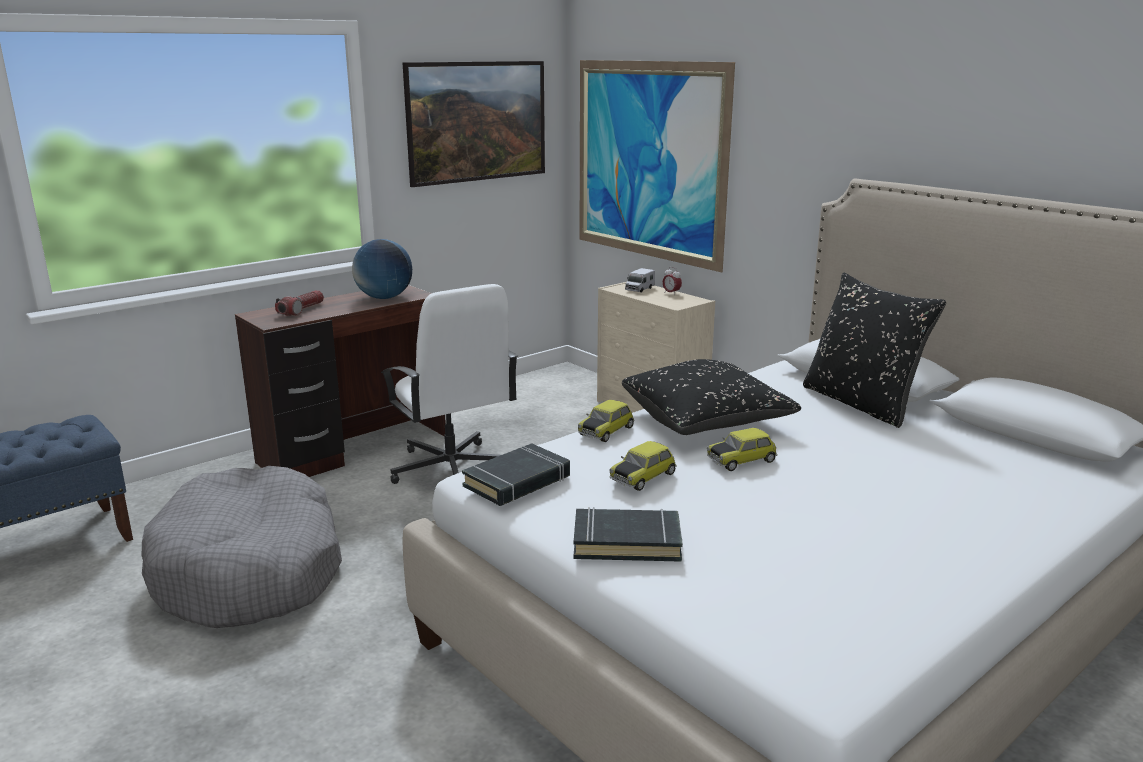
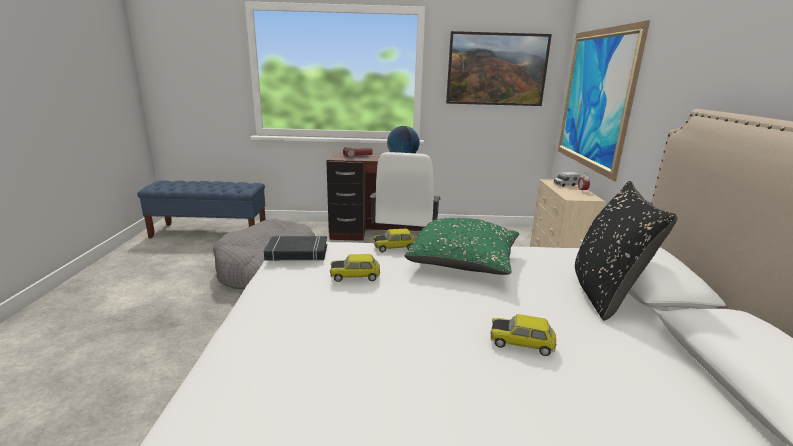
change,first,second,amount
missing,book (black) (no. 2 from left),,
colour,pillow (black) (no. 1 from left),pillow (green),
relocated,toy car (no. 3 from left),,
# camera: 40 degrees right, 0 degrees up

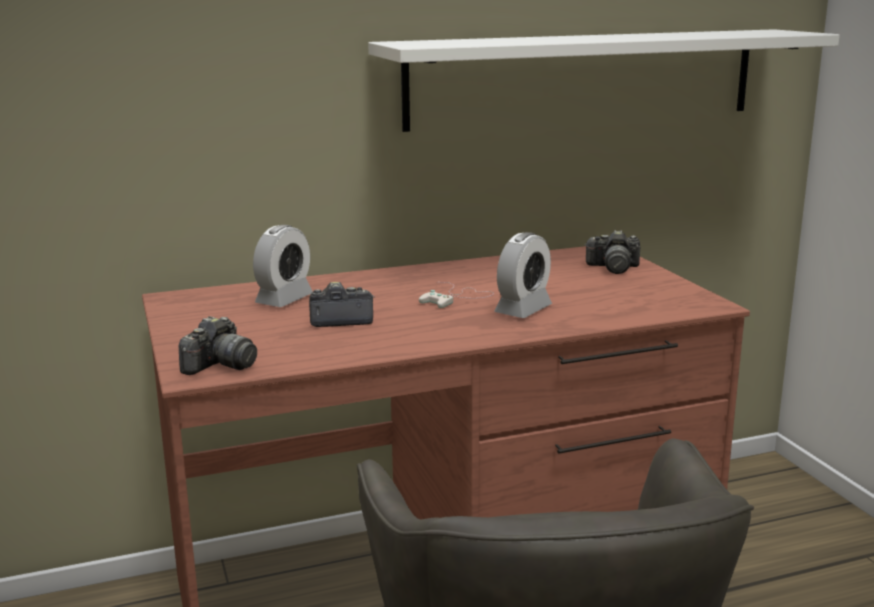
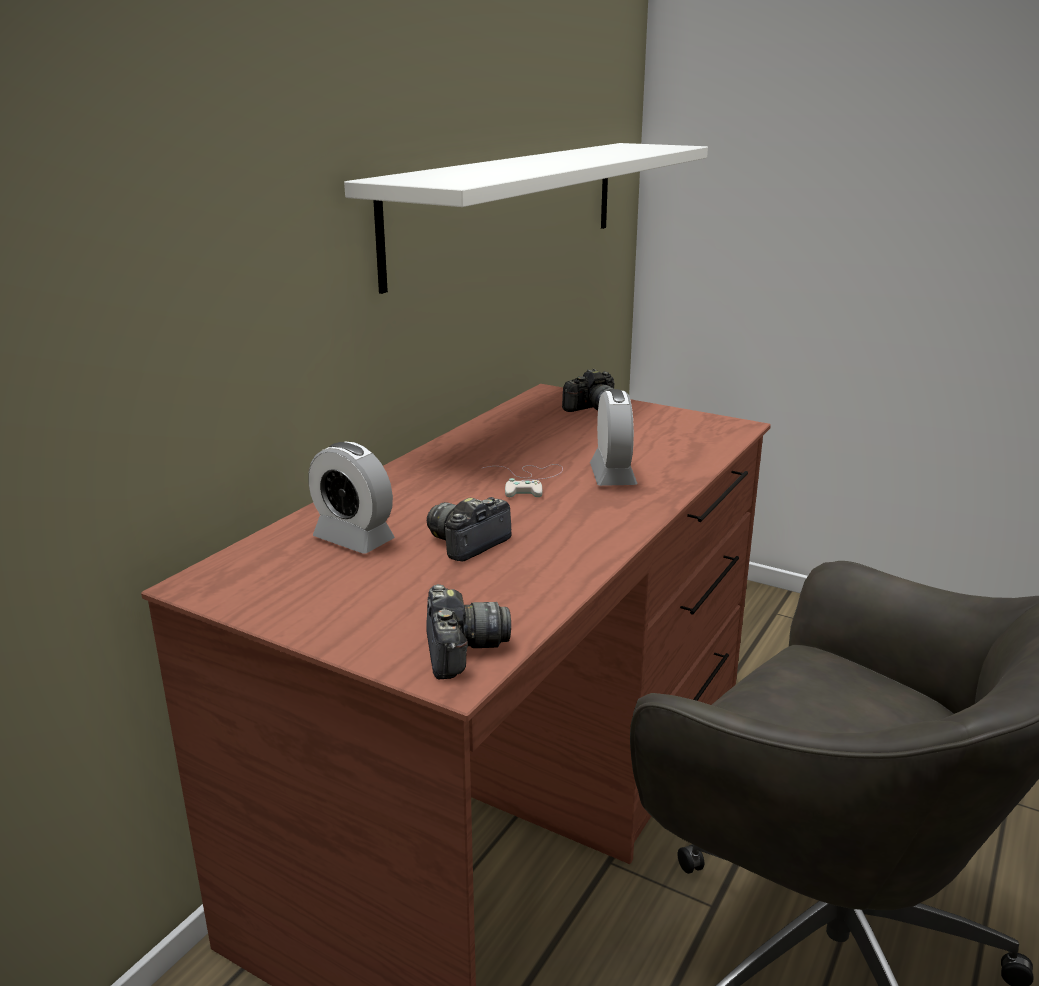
change,first,second,amount
spun,alarm clock (no. 1 from left),,135 degrees clockwise
# camera: 40 degrees left, 5 degrees up

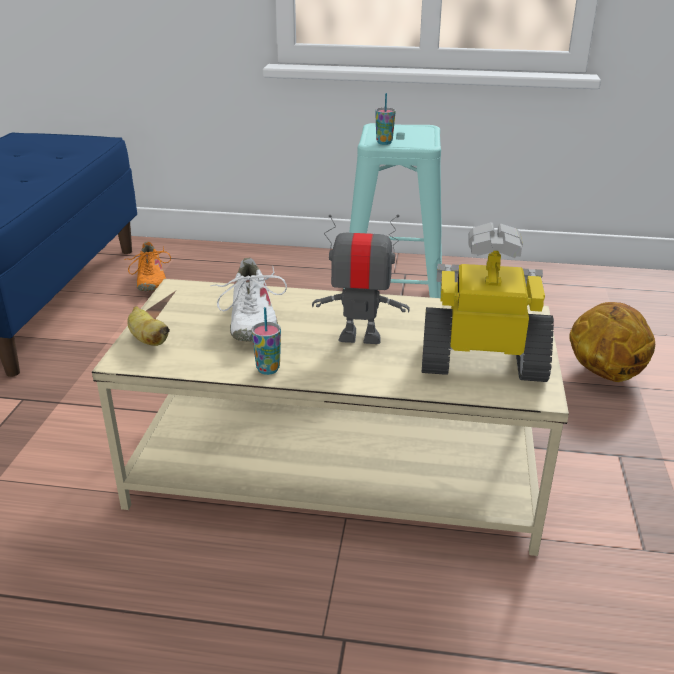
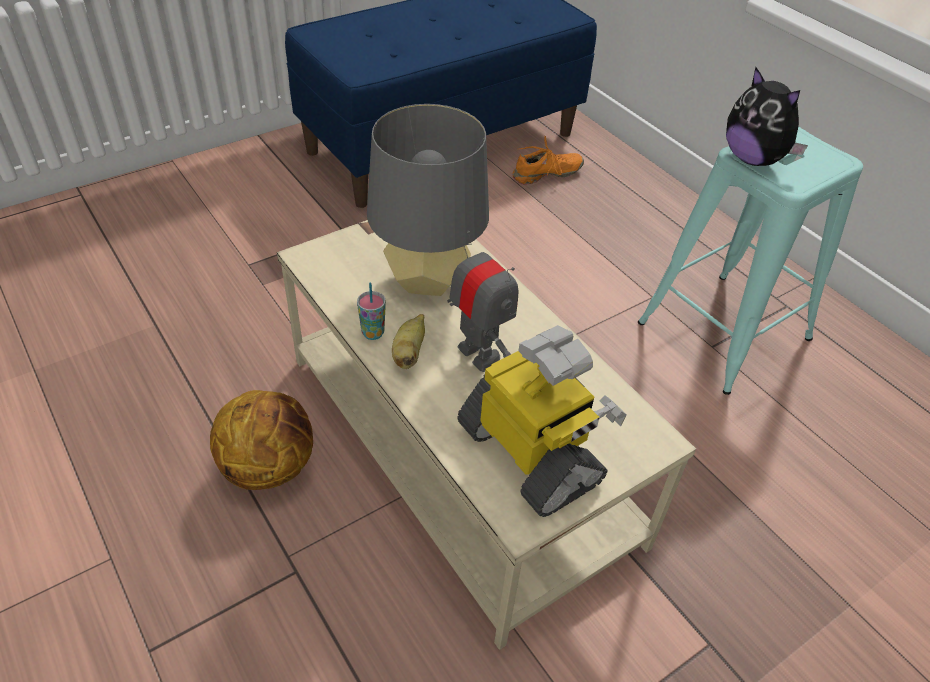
change,first,second,amount
spun,shoe (orange),,150 degrees counterclockwise
relocated,banana,,
exchanged,shoe (white),table lamp (grey),
exchanged,cup (no. 2 from left),plush toy,
relocated,basketball,,
# camera: 45 degrees right, 15 degrees up

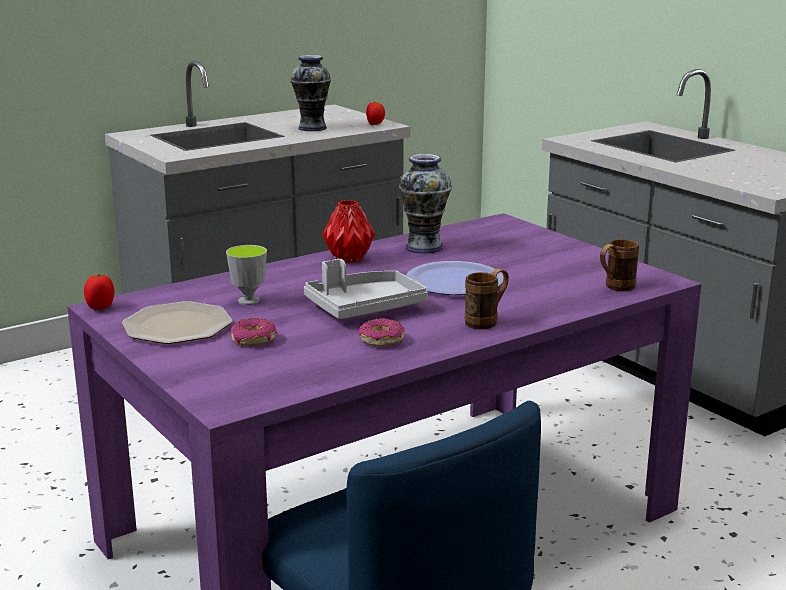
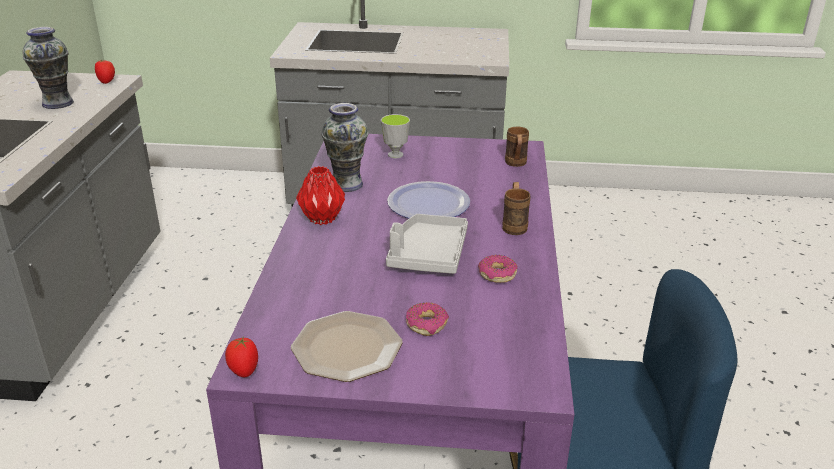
change,first,second,amount
relocated,cup,,
# camera: 50 degrees left, 10 degrees up

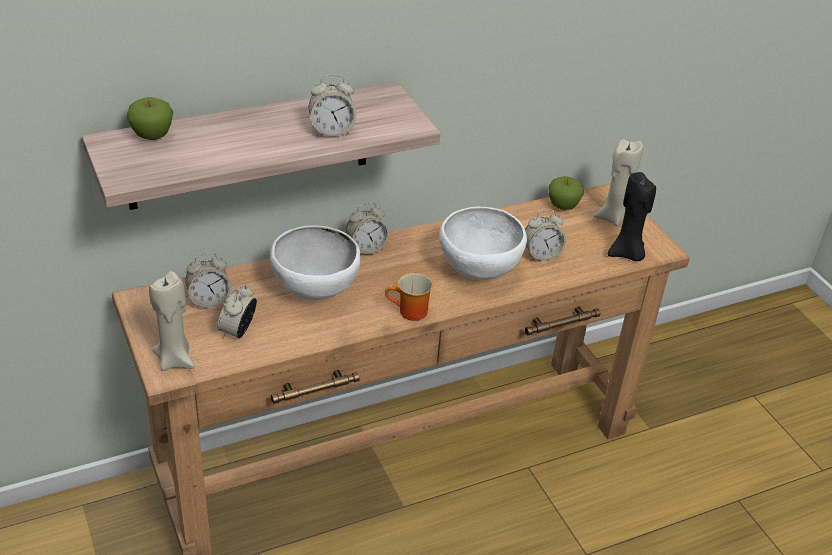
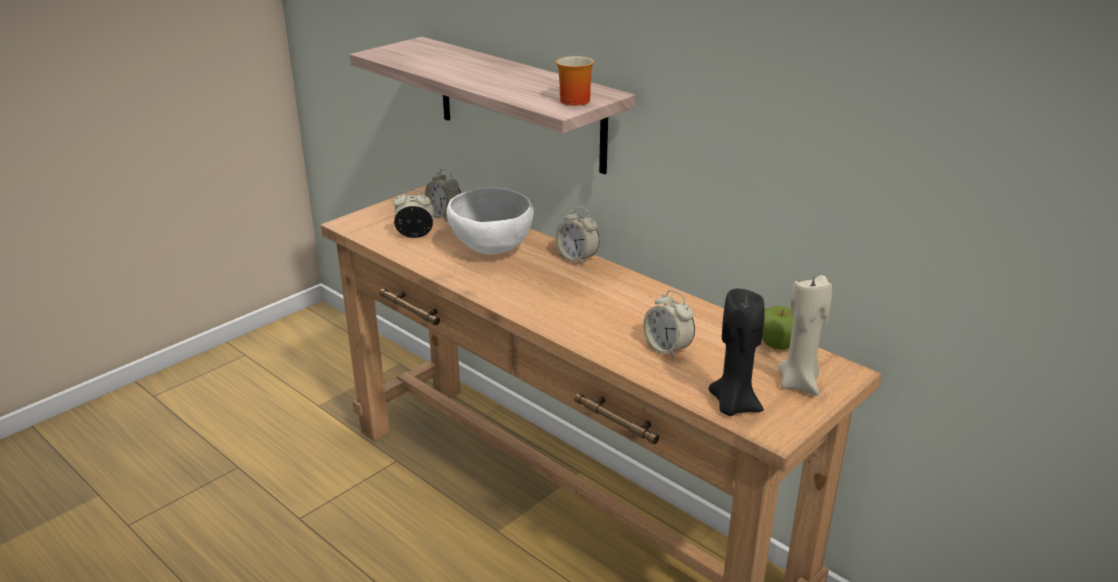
change,first,second,amount
missing,apple (no. 1 from left),,
missing,candle (beige) (no. 1 from left),,
missing,alarm clock (no. 3 from left),,
relocated,mug,,
missing,bowl (white) (no. 2 from left),,
# camera: 70 degrees right, 10 degrees down

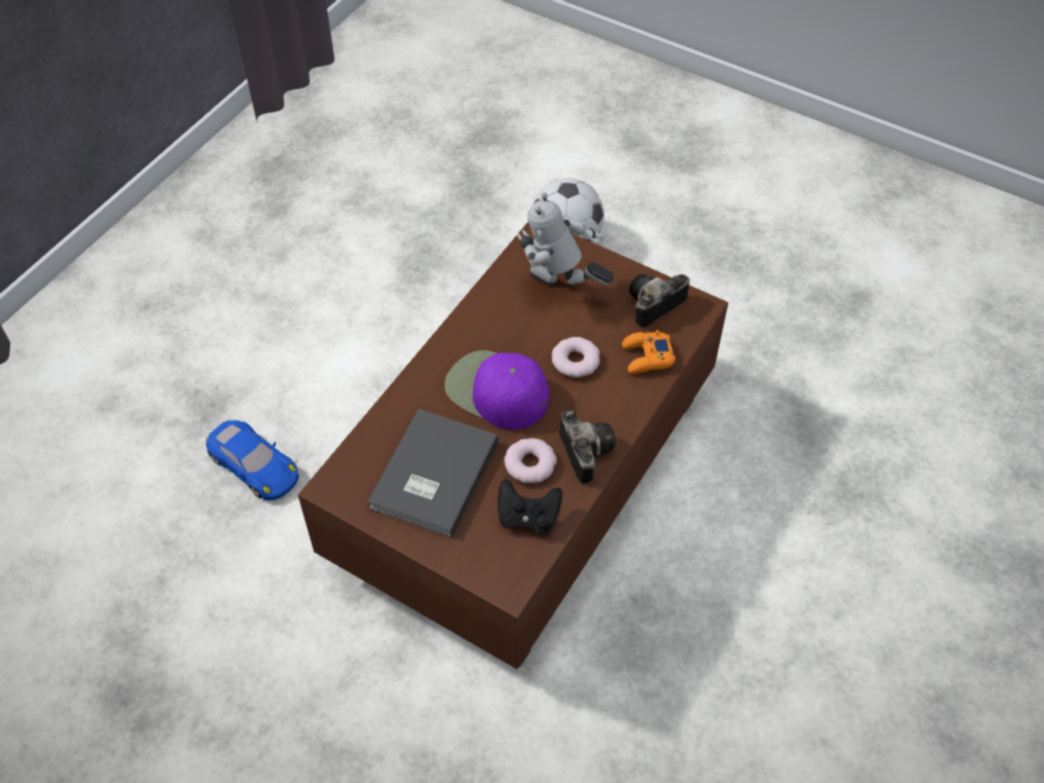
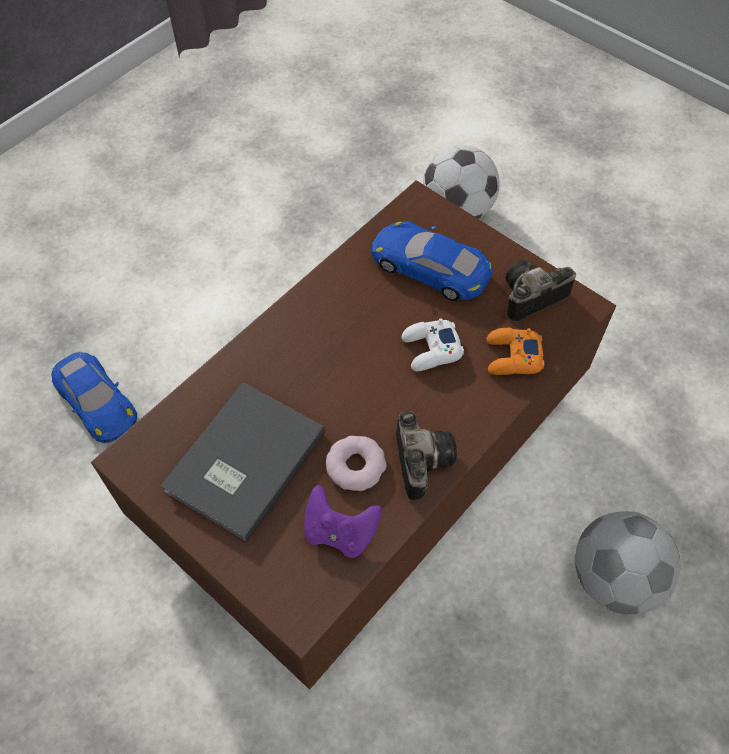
change,first,second,amount
missing,cap (purple),,
colour,game controller (black),game controller (purple),
exchanged,toy robot,toy car (blue) (no. 2 from left),
exchanged,donut (no. 2 from left),game controller (white),
appeared,,football (no. 2 from left),
# camera: 10 degrees right, 5 degrees up

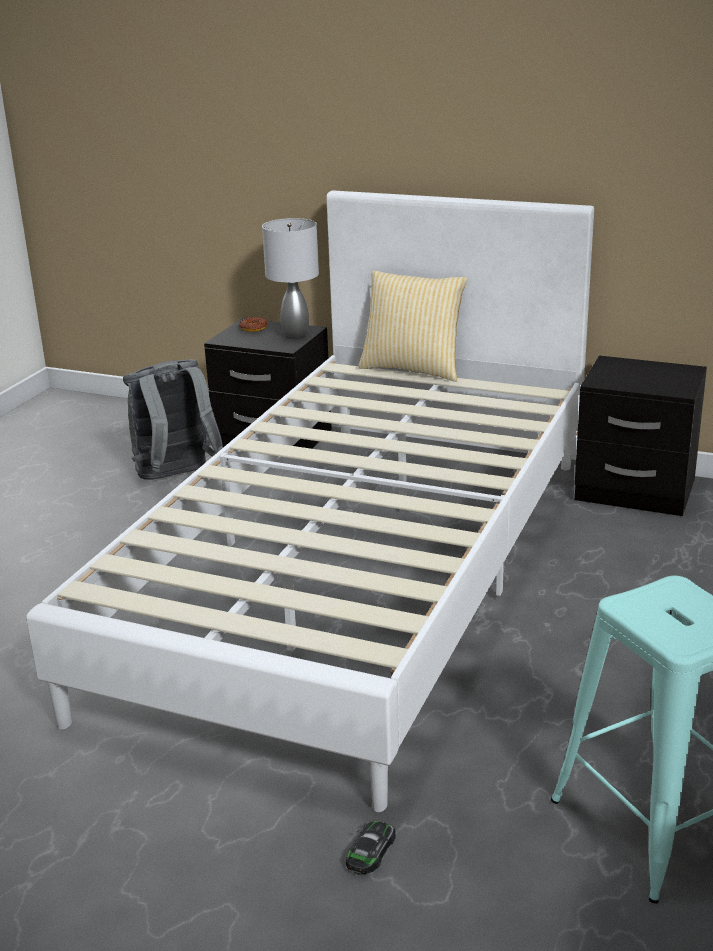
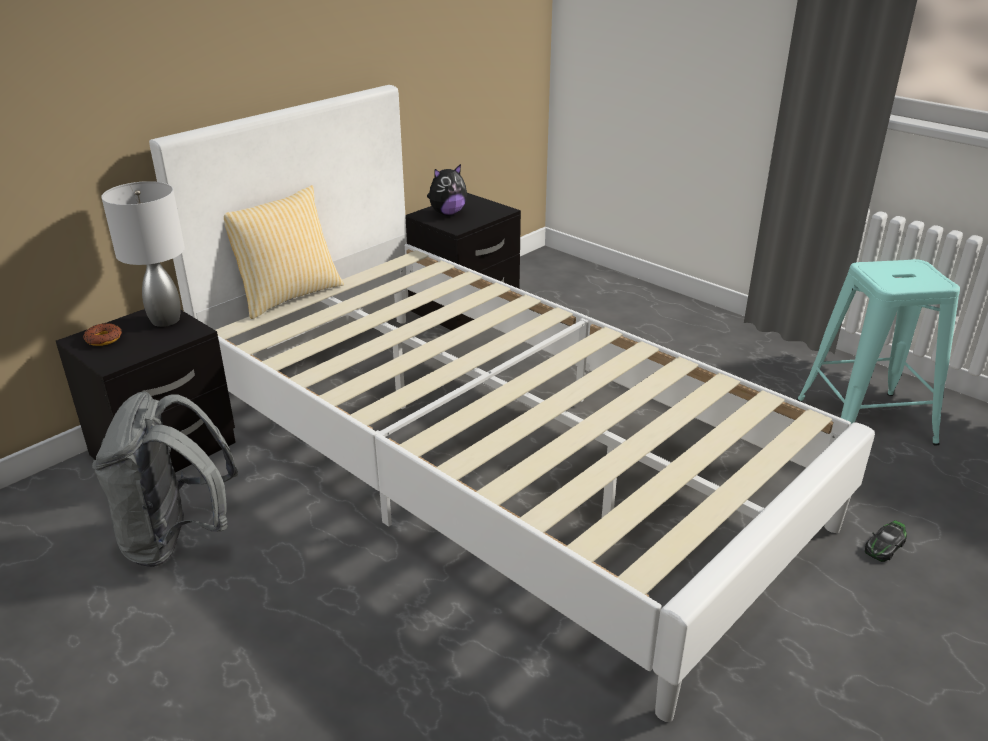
change,first,second,amount
spun,toy car,,90 degrees counterclockwise
appeared,,plush toy,
# camera: 70 degrees left, 5 degrees up

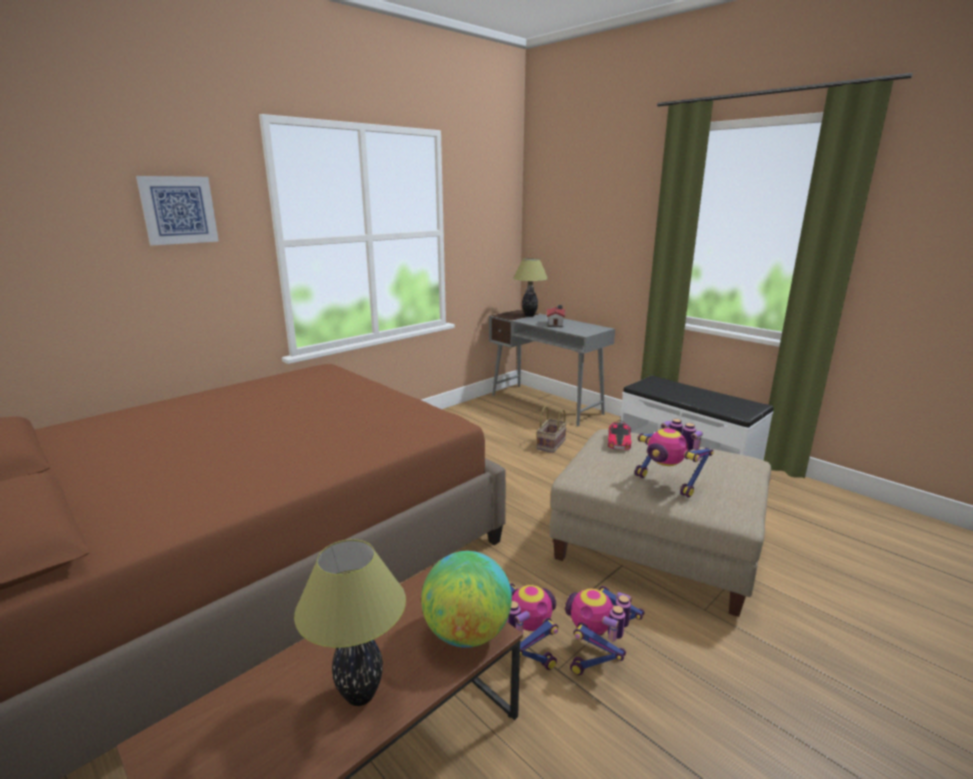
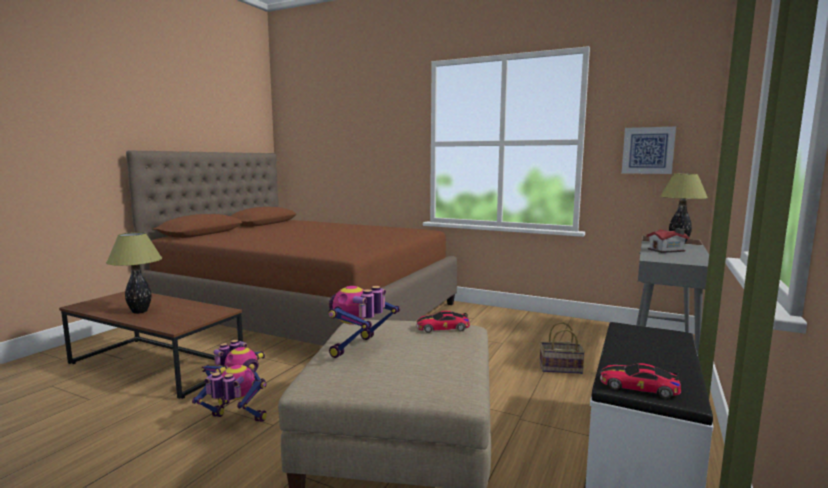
change,first,second,amount
relocated,picture,,
missing,globe,,
appeared,,toy car (no. 2 from left),
# camera: 70 degrees right, 10 degrees down

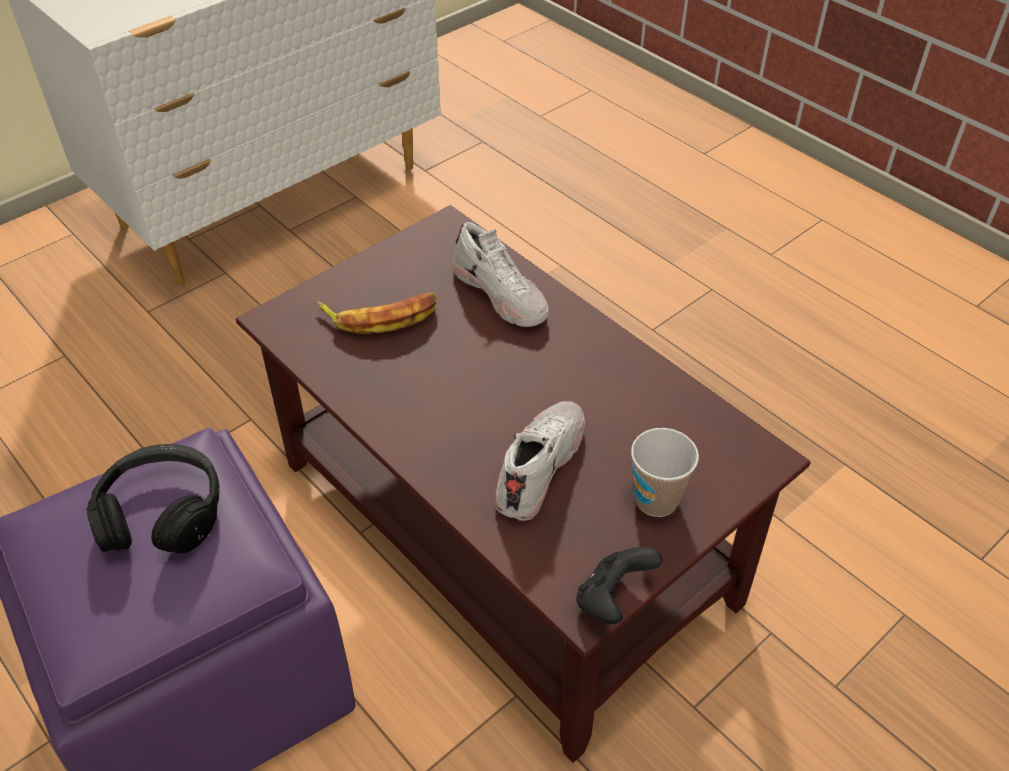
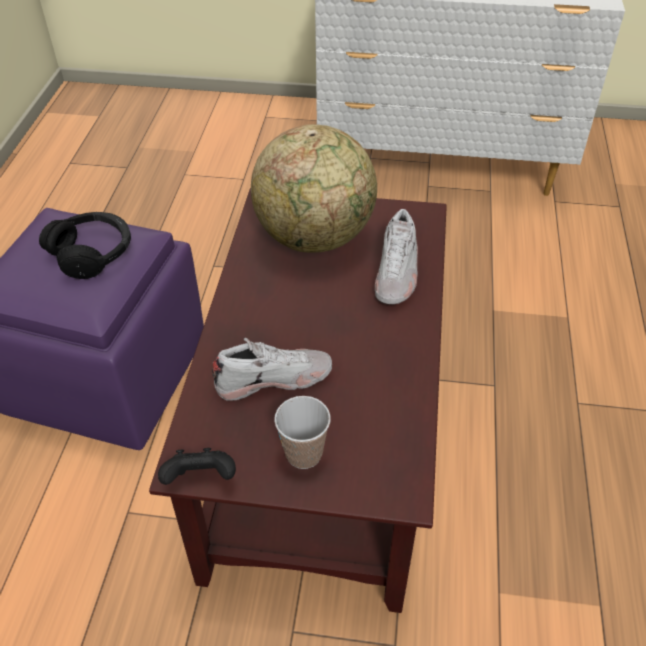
change,first,second,amount
exchanged,banana,globe,
# camera: 50 degrees right, 0 degrees up

